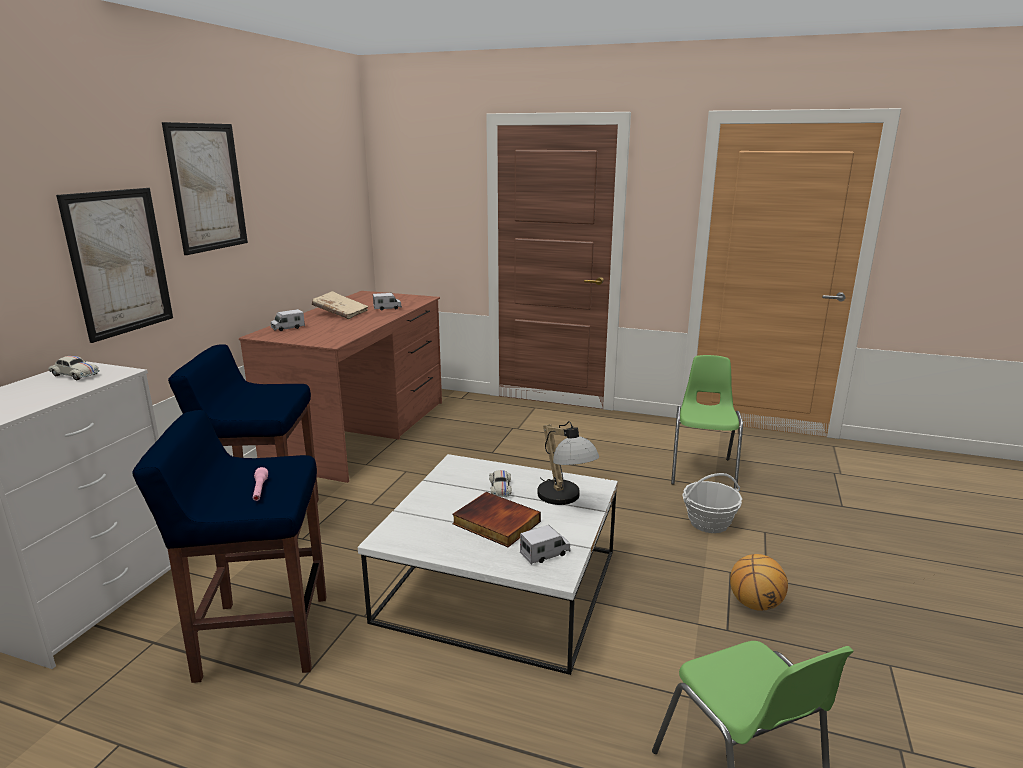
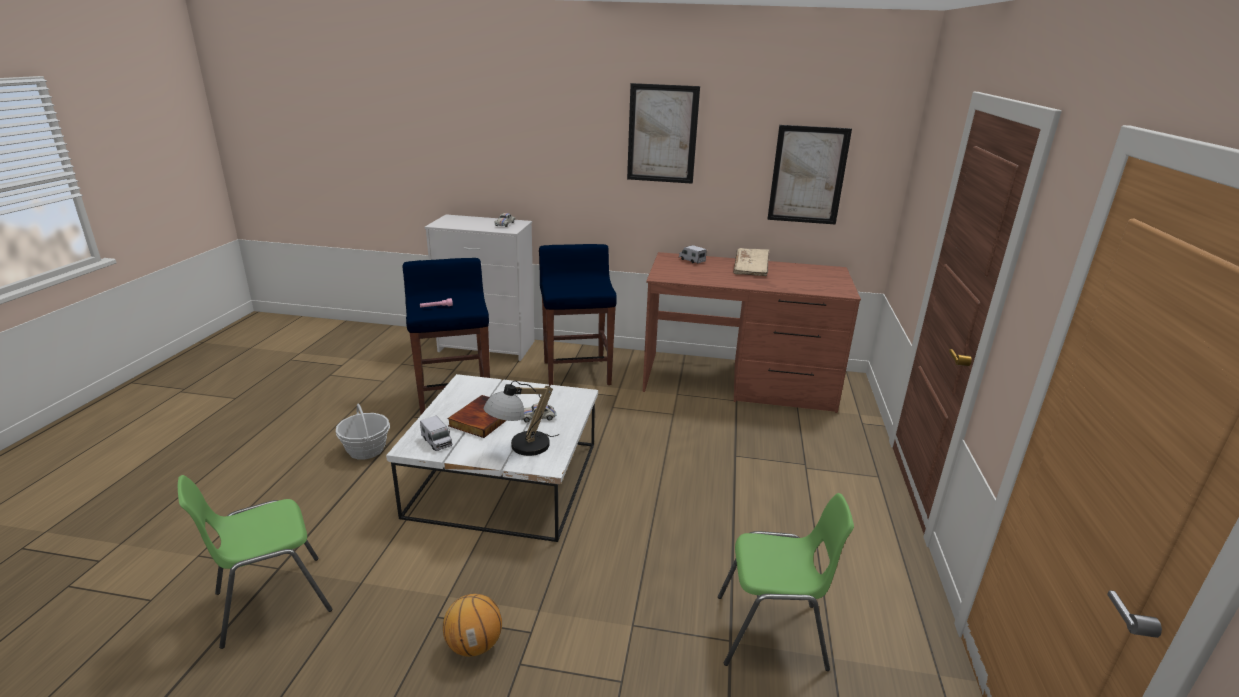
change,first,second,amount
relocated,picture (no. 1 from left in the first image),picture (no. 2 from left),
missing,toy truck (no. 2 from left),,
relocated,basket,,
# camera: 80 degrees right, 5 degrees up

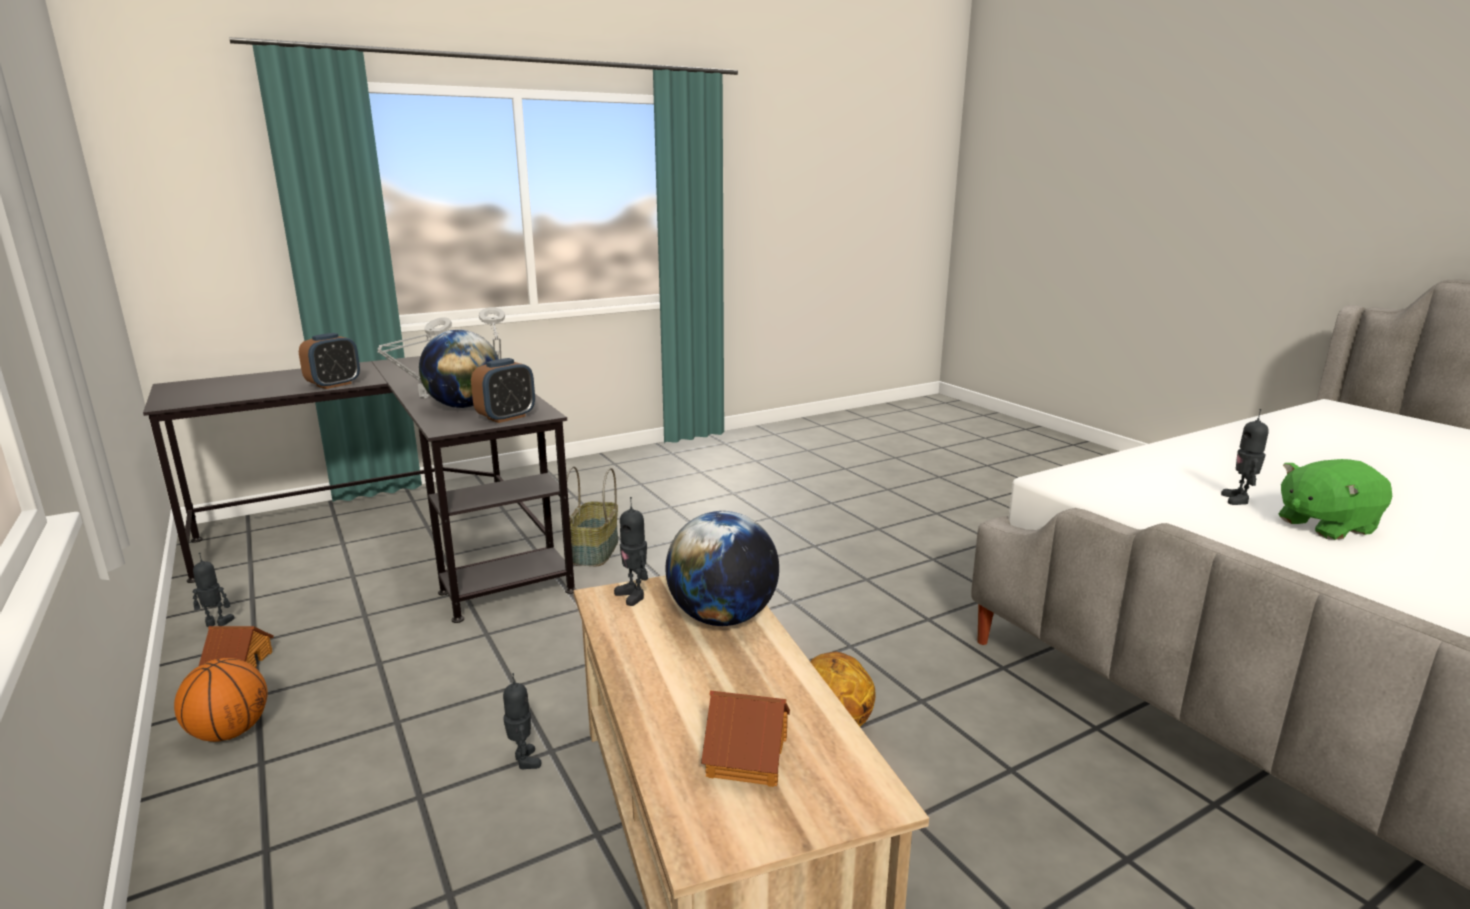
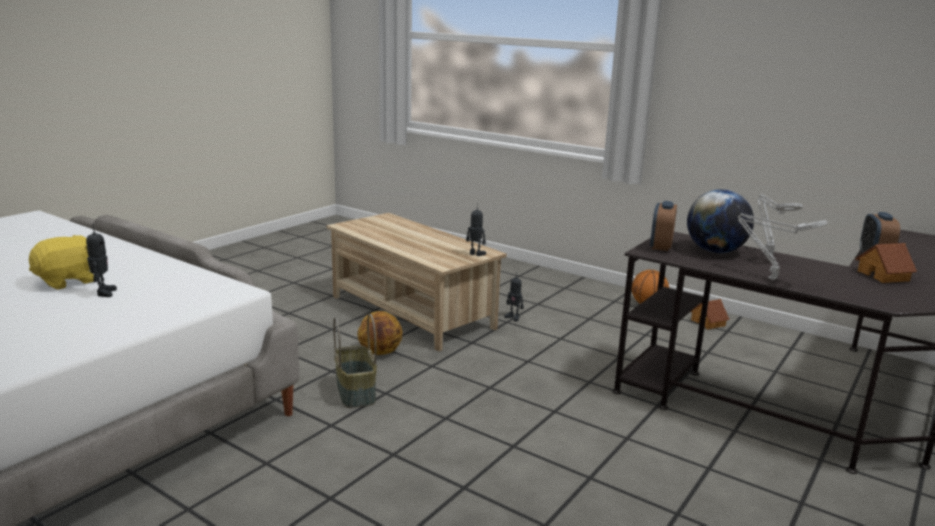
change,first,second,amount
missing,toy robot (no. 1 from left),,
relocated,basket,,
missing,globe (no. 2 from left),,
relocated,toy house (no. 2 from left),,
colour,plush toy (green),plush toy (yellow),
# camera: 155 degrees right, 0 degrees up

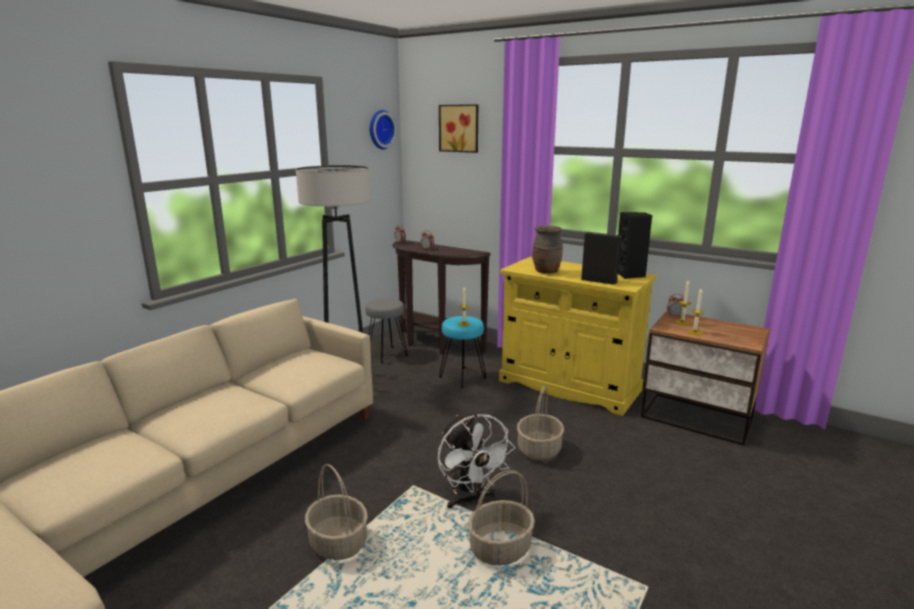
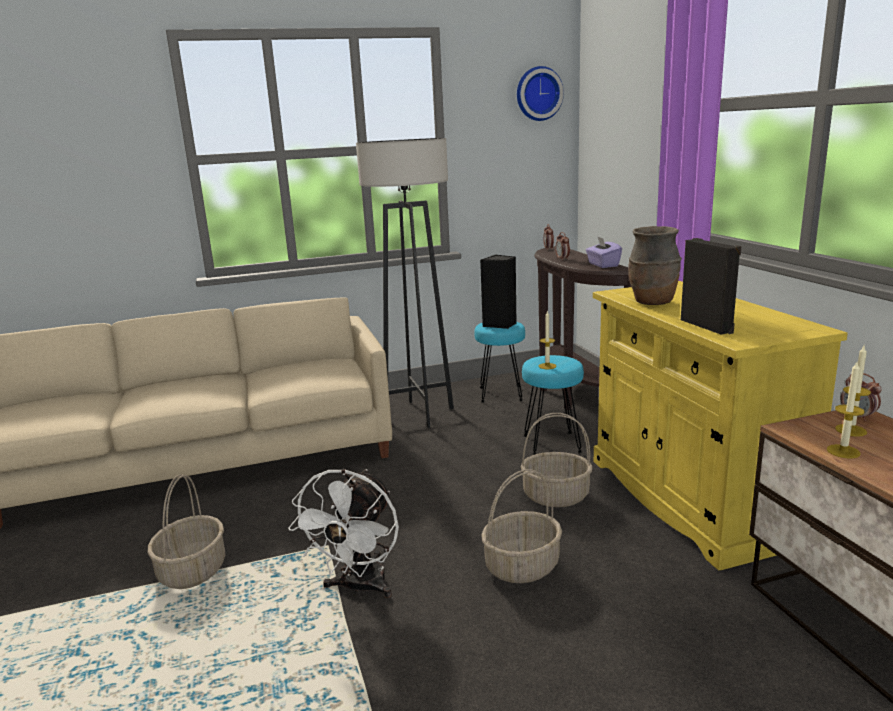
change,first,second,amount
colour,stool (grey),stool (turquoise) (no. 1 from left),
missing,picture,,
relocated,basket (no. 2 from left in the first image),basket (no. 3 from left),
relocated,speaker (black) (no. 2 from left in the first image),speaker (black) (no. 1 from left),
appeared,,tissue box (purple),
# camera: 40 degrees right, 0 degrees up

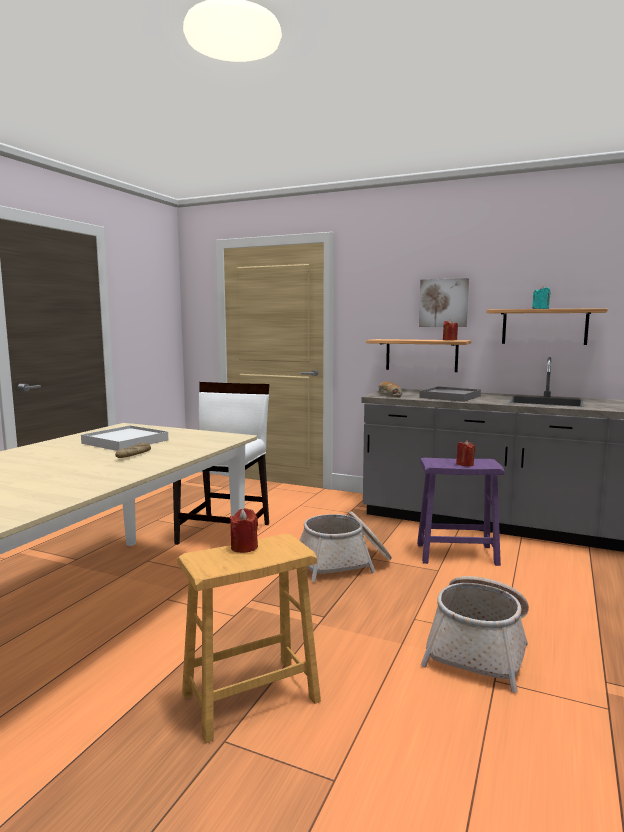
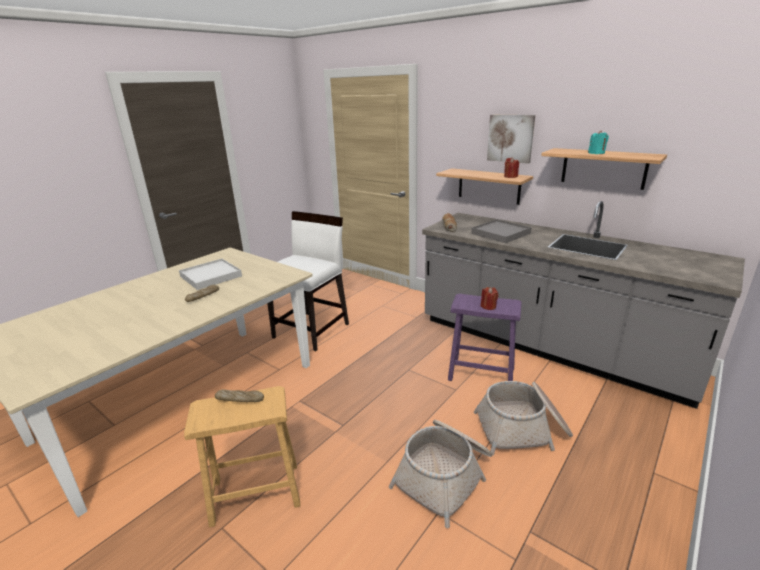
change,first,second,amount
exchanged,candle (red) (no. 1 from left),bread (no. 2 from left),
relocated,basket (no. 1 from left in the first image),basket (no. 2 from left),
# camera: 15 degrees right, 15 degrees up

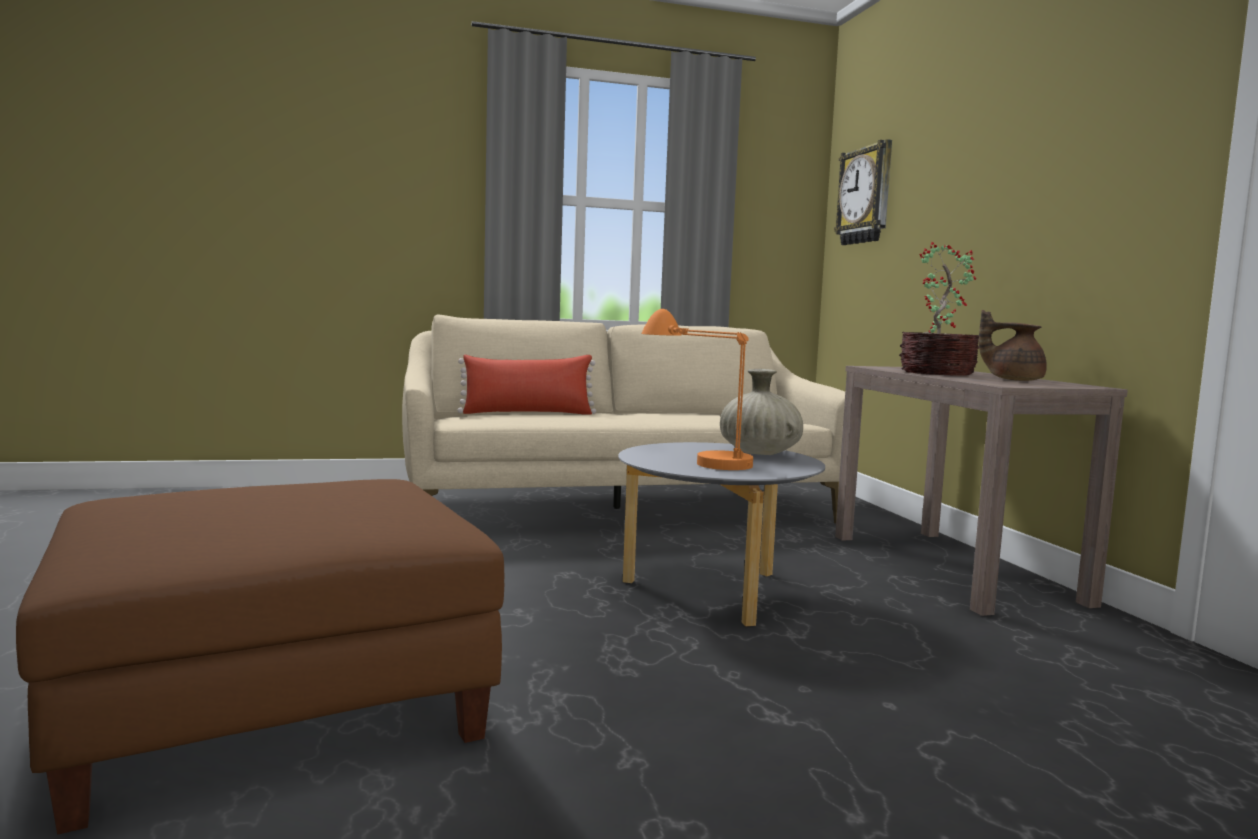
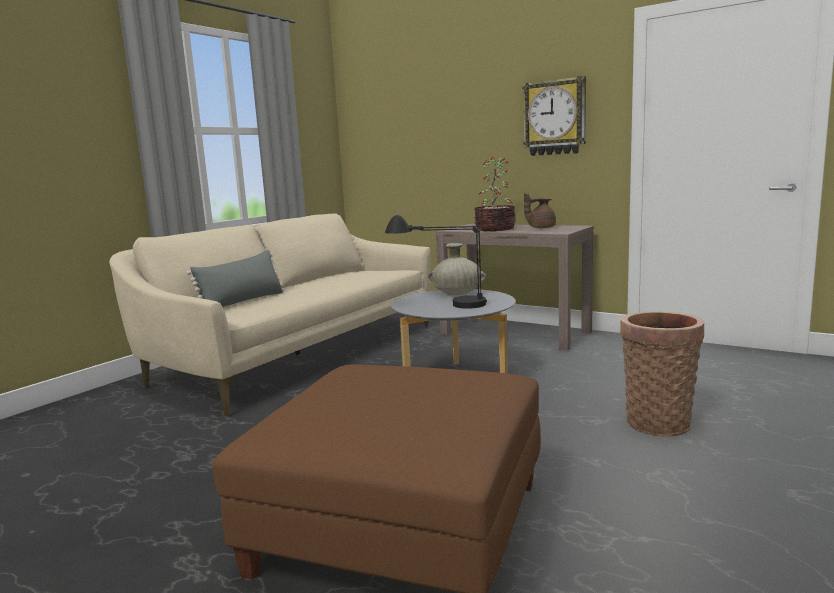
change,first,second,amount
colour,pillow (red),pillow (grey),
colour,table lamp (orange),table lamp (black),
relocated,wall clock,,
appeared,,basket,
# camera: 40 degrees left, 5 degrees up

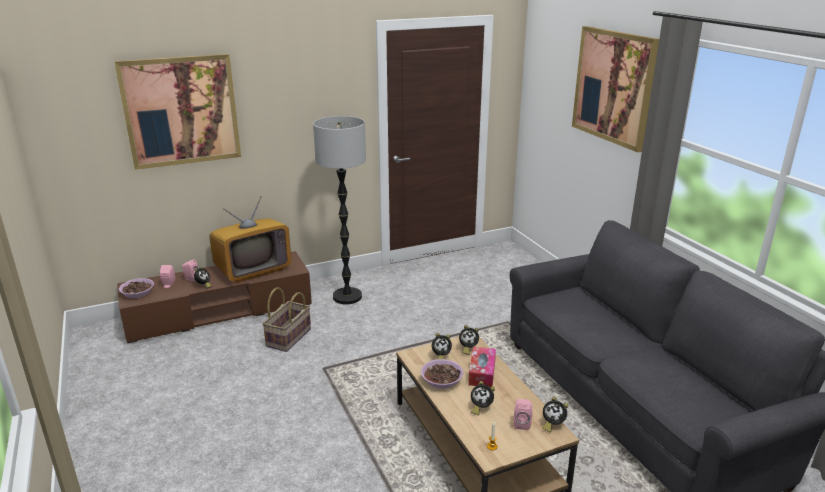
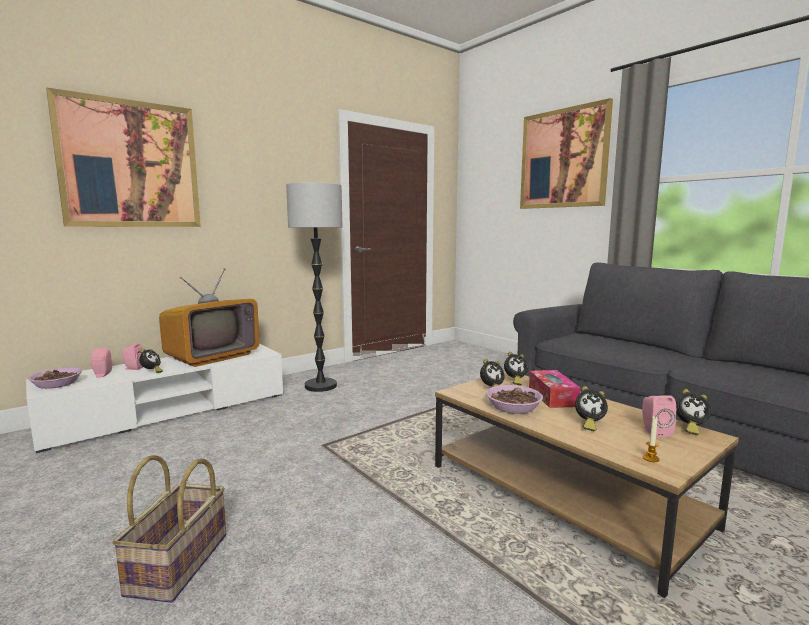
change,first,second,amount
colour,tv stand (brown),tv stand (white),
relocated,basket,,
# camera: 15 degrees left, 15 degrees down

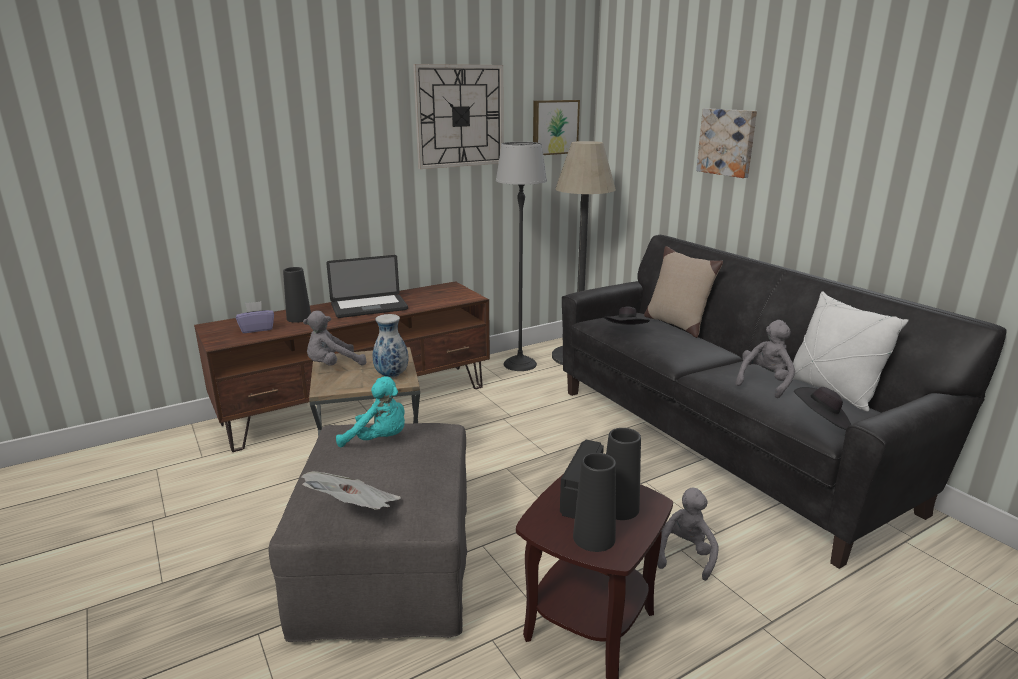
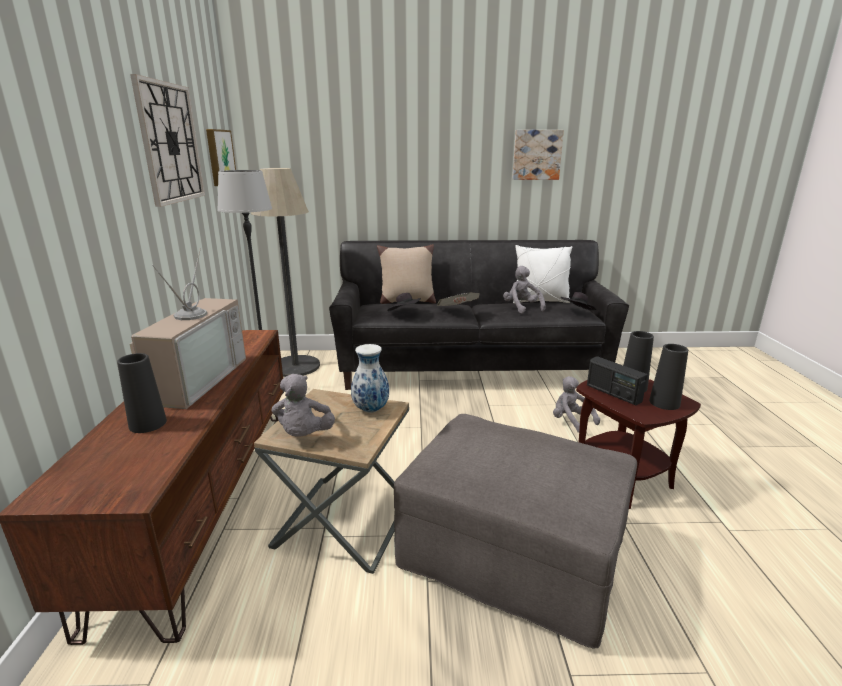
change,first,second,amount
missing,tissue box (purple),,
relocated,newspaper,,
exchanged,laptop,television,
missing,plush toy (turquoise),,
relocated,picture (no. 2 from left),,
# camera: 60 degrees left, 0 degrees up

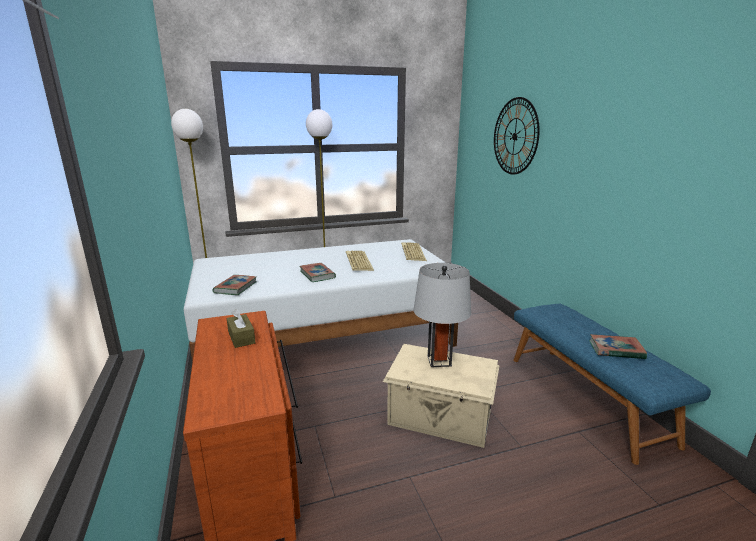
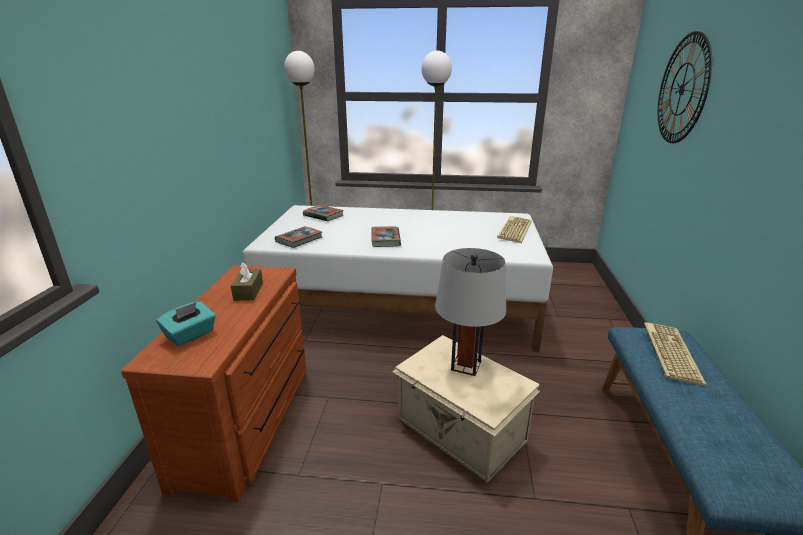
change,first,second,amount
relocated,keyboard (no. 1 from left in the first image),keyboard (no. 2 from left),
relocated,book (no. 3 from left in the first image),book (no. 2 from left),
appeared,,tissue box (turquoise),
# camera: 25 degrees right, 5 degrees up

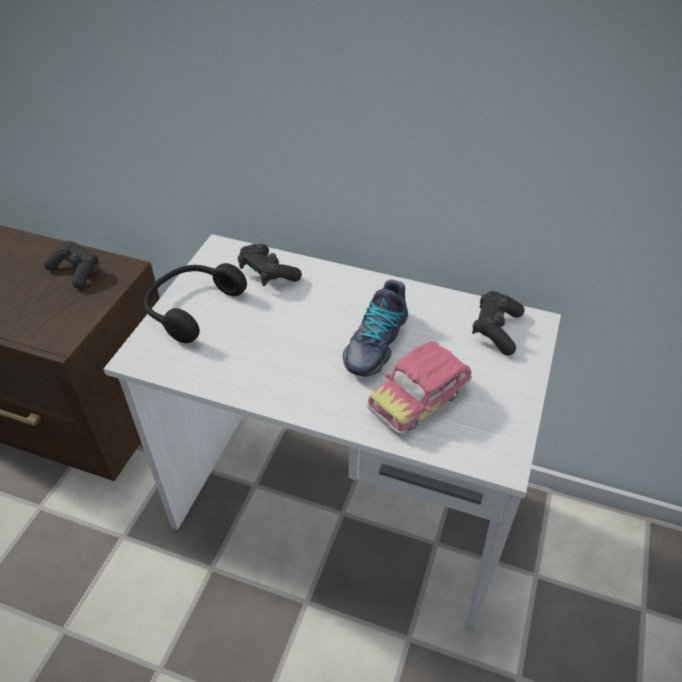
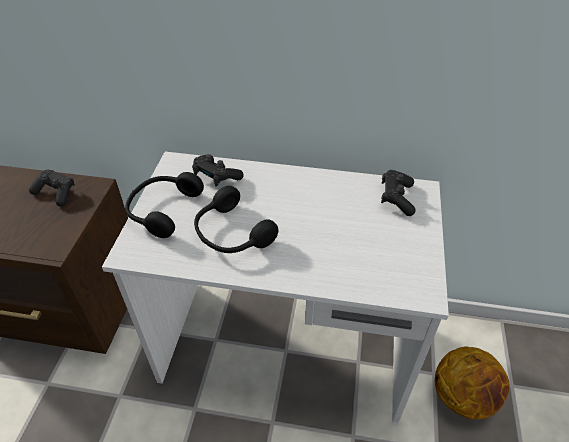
change,first,second,amount
missing,shoe,,
missing,toy car,,
appeared,,headphones (black) (no. 2 from left),
appeared,,basketball,
# camera: 10 degrees left, 0 degrees up

